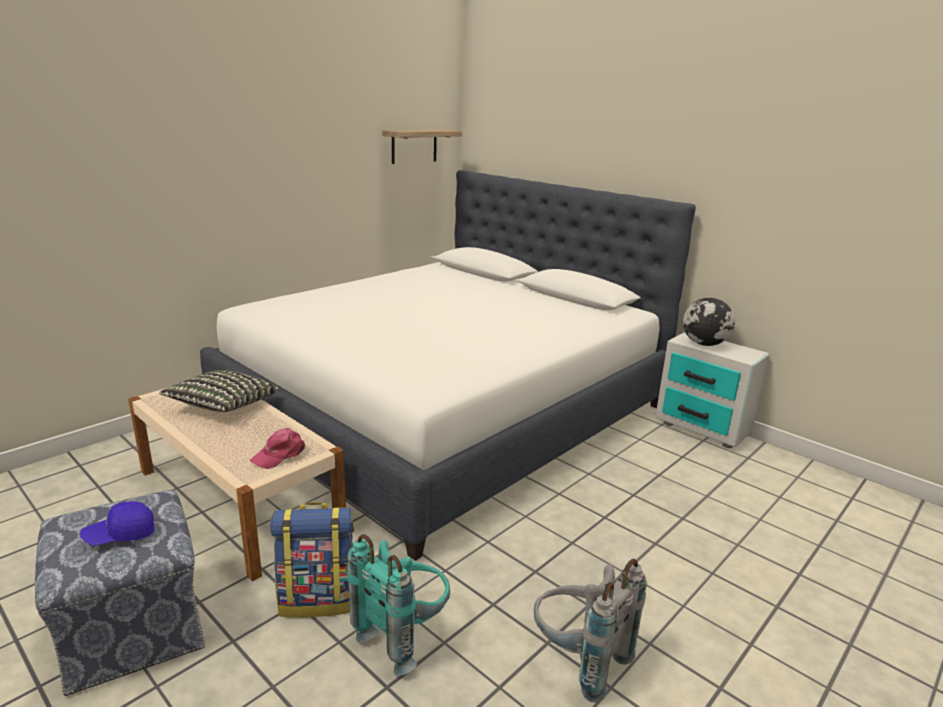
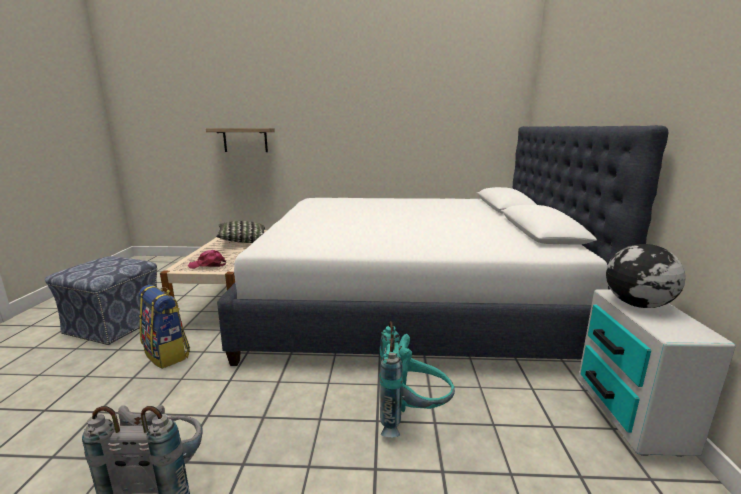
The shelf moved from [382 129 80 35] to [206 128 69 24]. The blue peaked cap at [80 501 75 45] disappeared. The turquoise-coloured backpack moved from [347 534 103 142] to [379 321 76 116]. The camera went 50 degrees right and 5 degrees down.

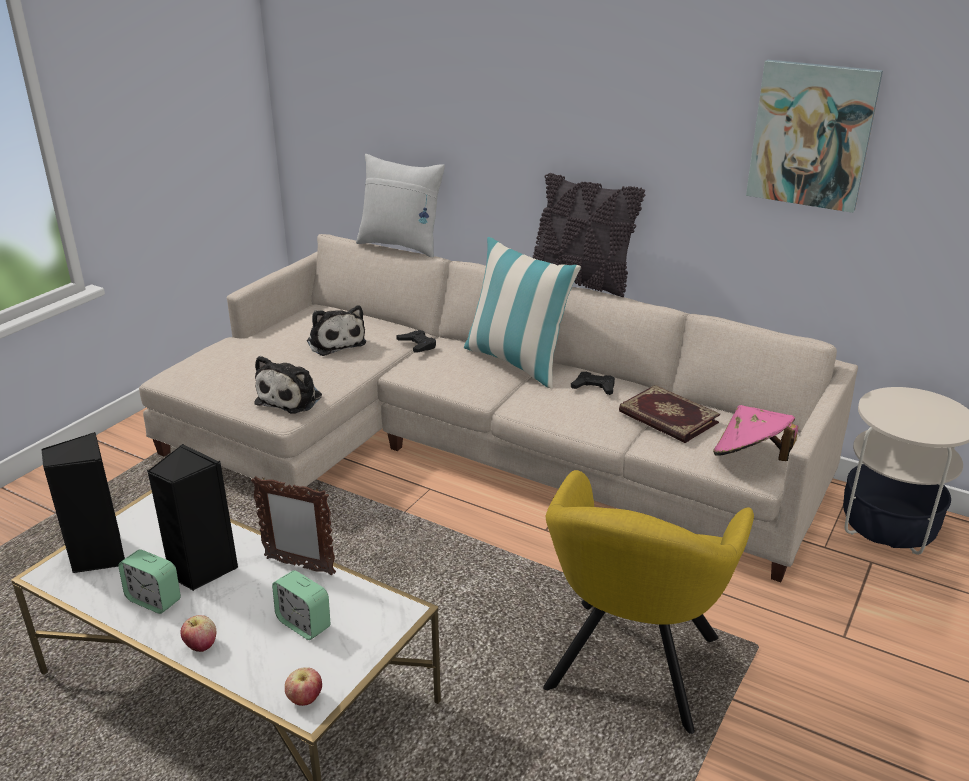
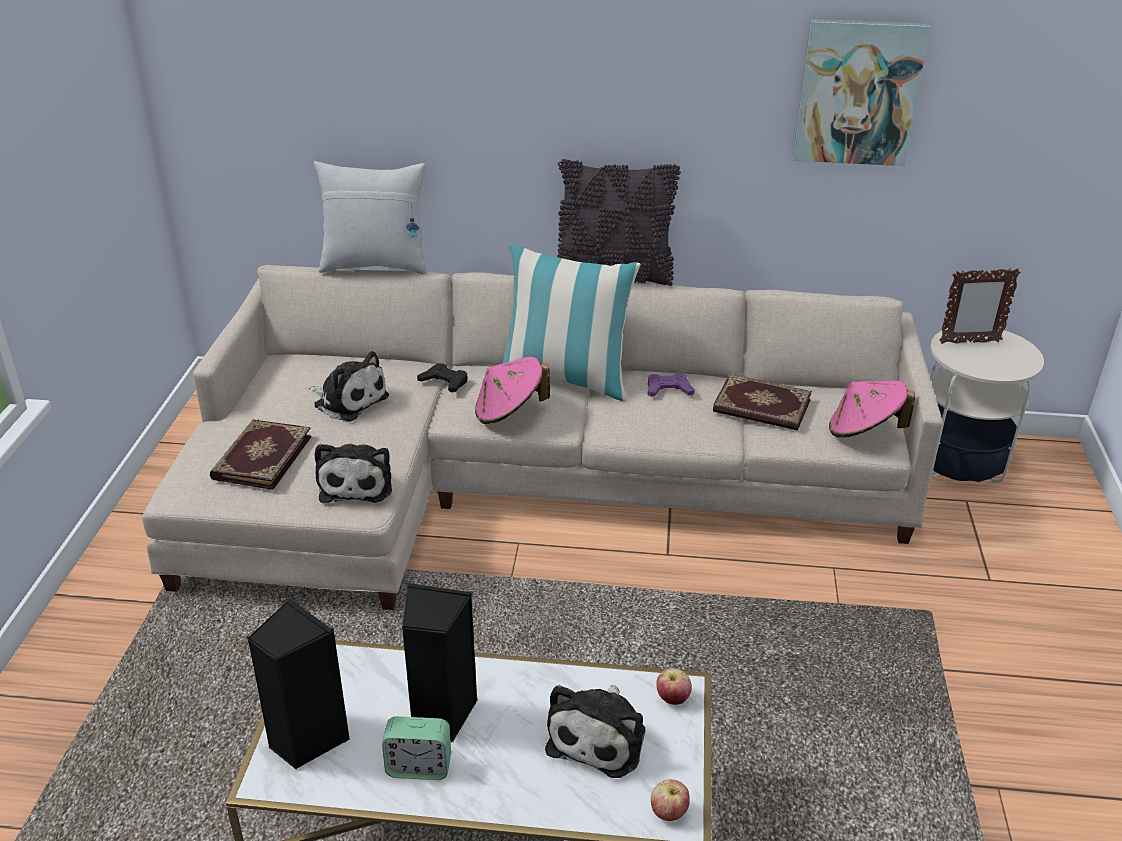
The black-coloured joypad at [571 372 44 23] became the purple joypad at [648 373 47 24]. The yellow lounge chair at [543 470 211 264] disappeared. The standing frame moved from [251 476 85 99] to [940 268 80 76]. The alarm clock at [272 570 58 70] was replaced by the soft toy at [545 685 100 93]. The apple fruit moved from [180 615 36 37] to [656 668 36 37]. The pink-coloured hat at [475 357 75 67] appeared. The bound book at [210 419 102 71] appeared. The camera went 25 degrees left and 5 degrees up.

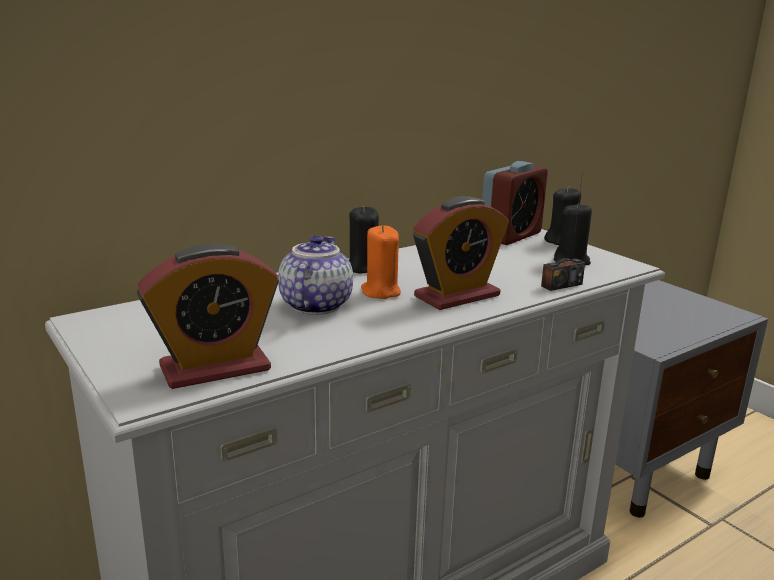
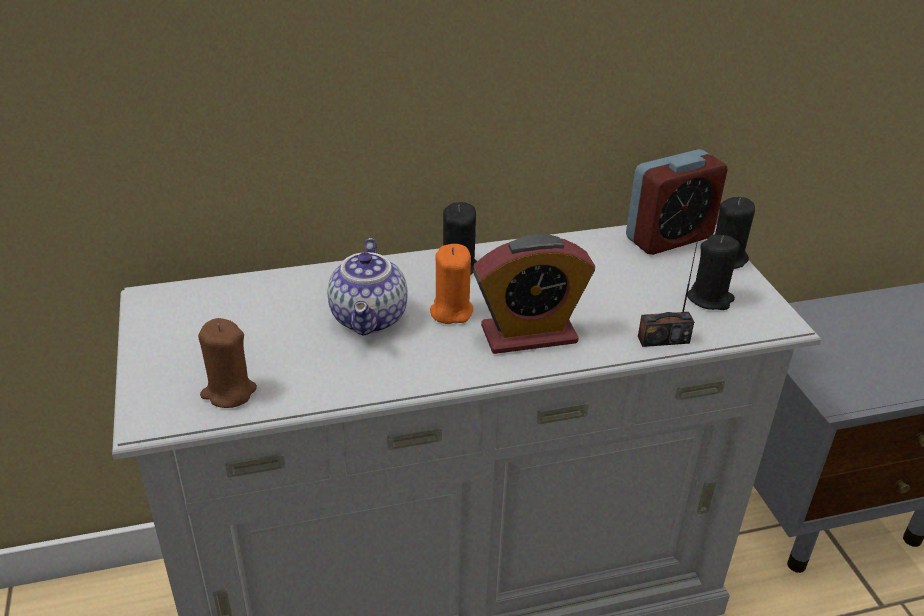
The tea pot at [278 235 75 80] turned 150 degrees clockwise. The alarm clock at [137 243 142 146] was replaced by the brown wax candle at [198 318 59 90]. The camera went 20 degrees right and 15 degrees up.

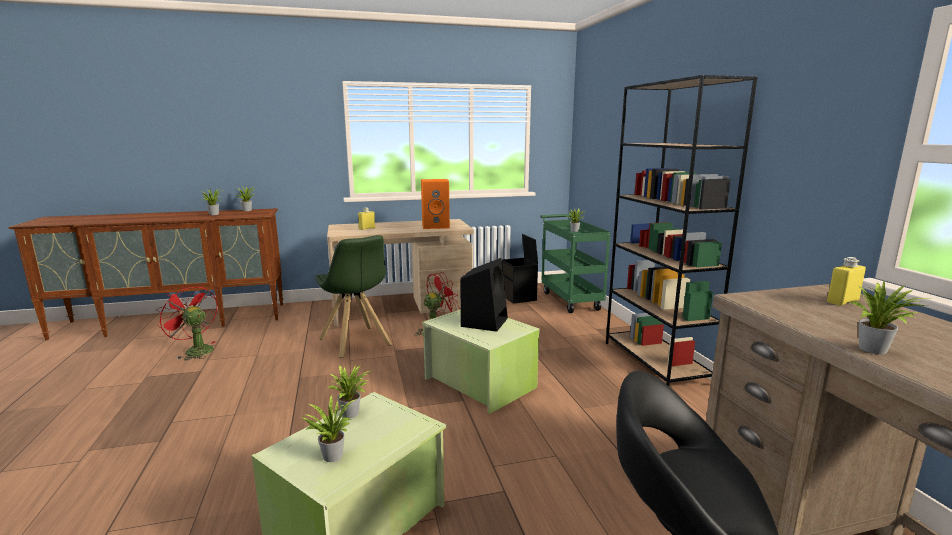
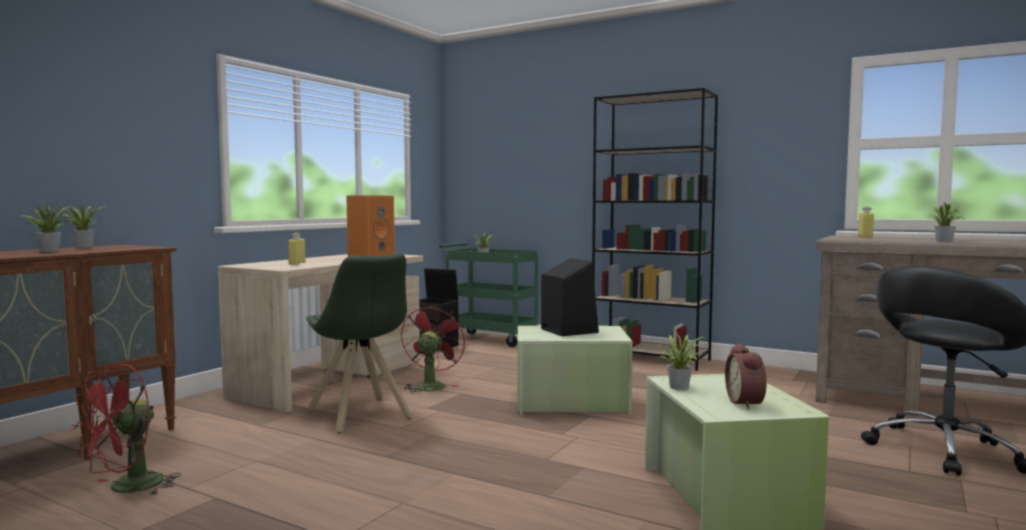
The green-coloured upright chair at [315 235 77 123] turned 45 degrees clockwise. The red cooling fan at [156 285 62 75] turned 45 degrees counterclockwise. The plant in a pot at [302 395 54 67] was replaced by the alarm clock at [725 343 42 66]. The camera went 45 degrees left and 10 degrees down.

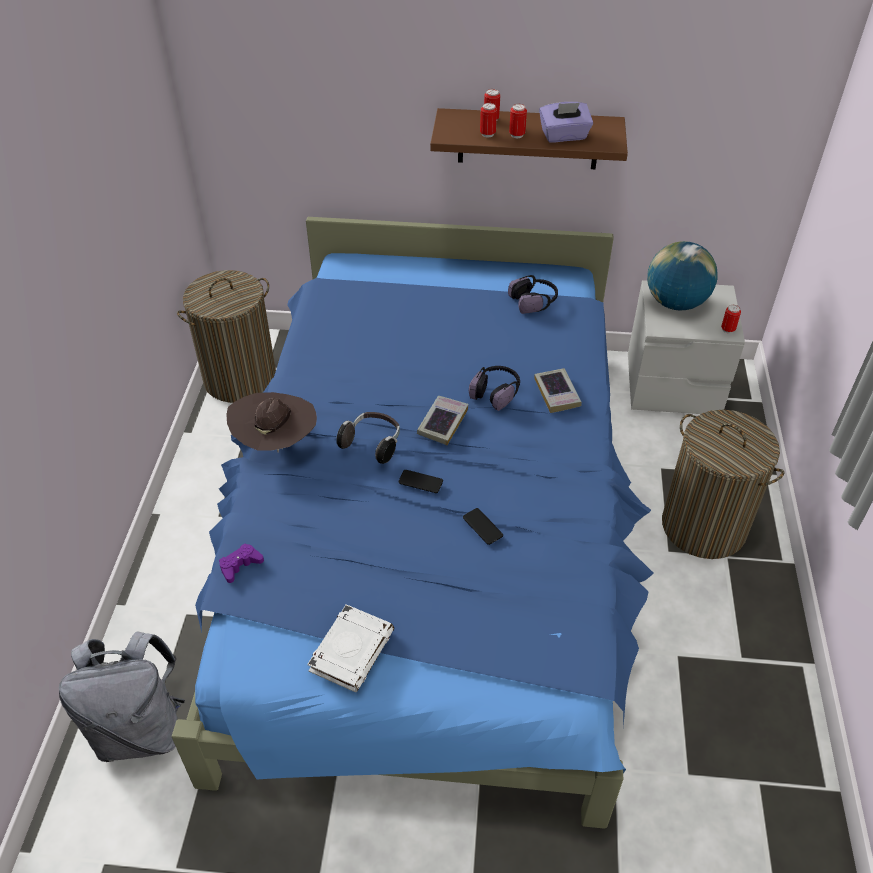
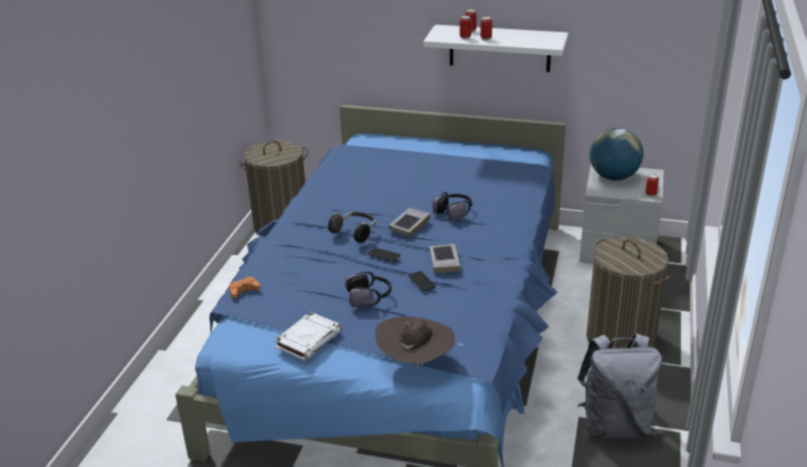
The purple tissue holder at [539 102 54 40] disappeared. The brown shelf at [430 108 198 61] became the white shelf at [423 25 145 47]. The headphones moved from [508 275 50 39] to [345 272 47 35]. The bound book moved from [534 368 48 45] to [429 244 32 30]. The brown hat moved from [226 392 91 61] to [375 316 80 54]. The purple joypad at [219 544 45 39] became the orangey joypad at [229 276 32 22]. The grey backpack moved from [59 631 126 131] to [577 333 85 105]. The camera went 10 degrees right and 15 degrees down.

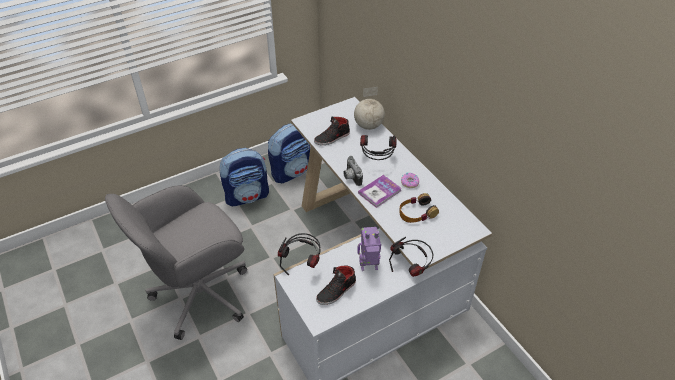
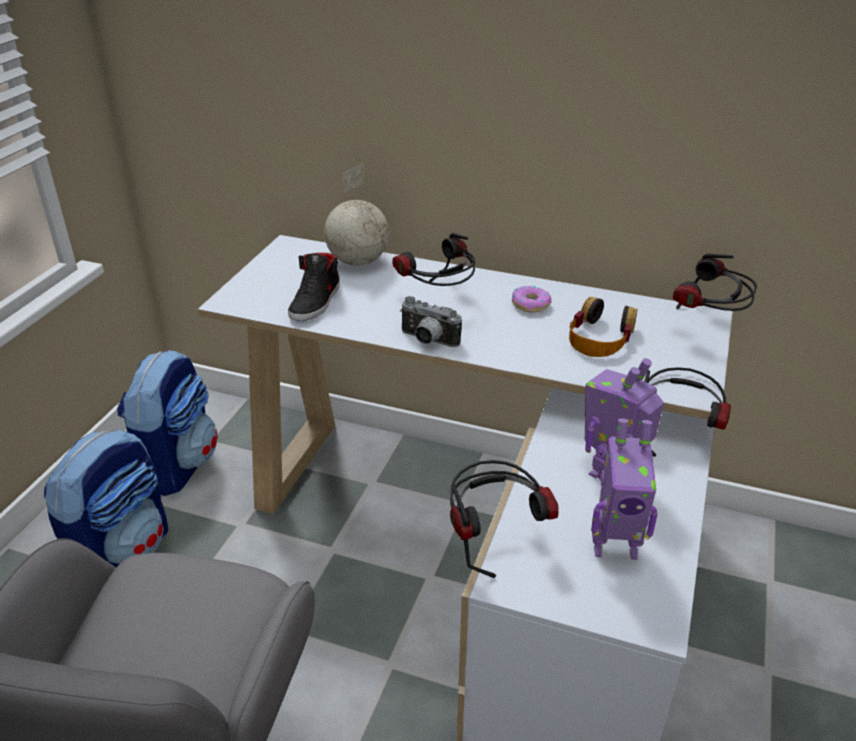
The bound book at [358 175 44 33] disappeared. The black-coloured shoe at [316 265 40 40] was replaced by the robot figure at [591 419 67 141]. The headphones at [673 253 84 58] appeared. The camera went 40 degrees left and 10 degrees down.

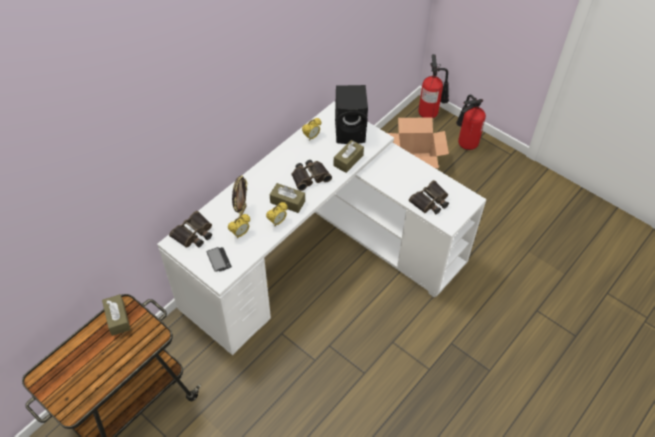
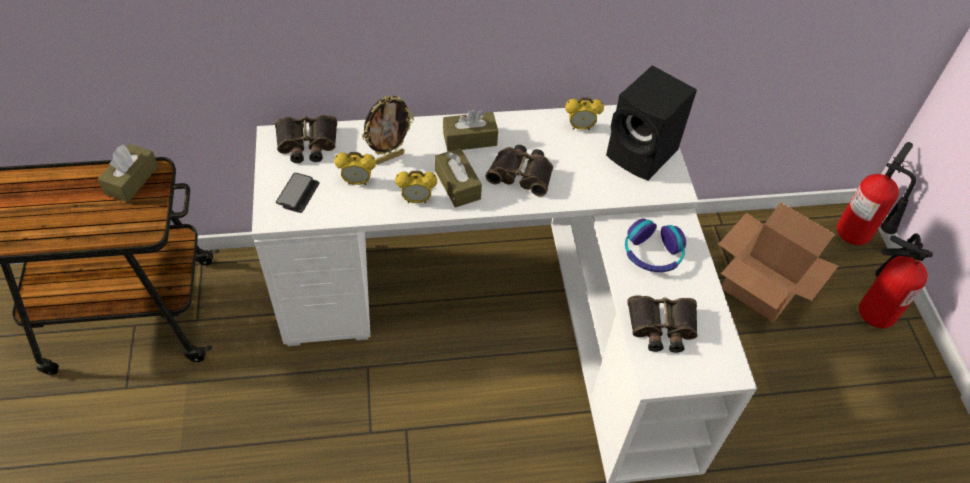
The brown tissue holder moved from [333 140 31 33] to [443 109 55 42]. The headphones at [625 218 61 54] appeared. The camera went 40 degrees right and 0 degrees up.

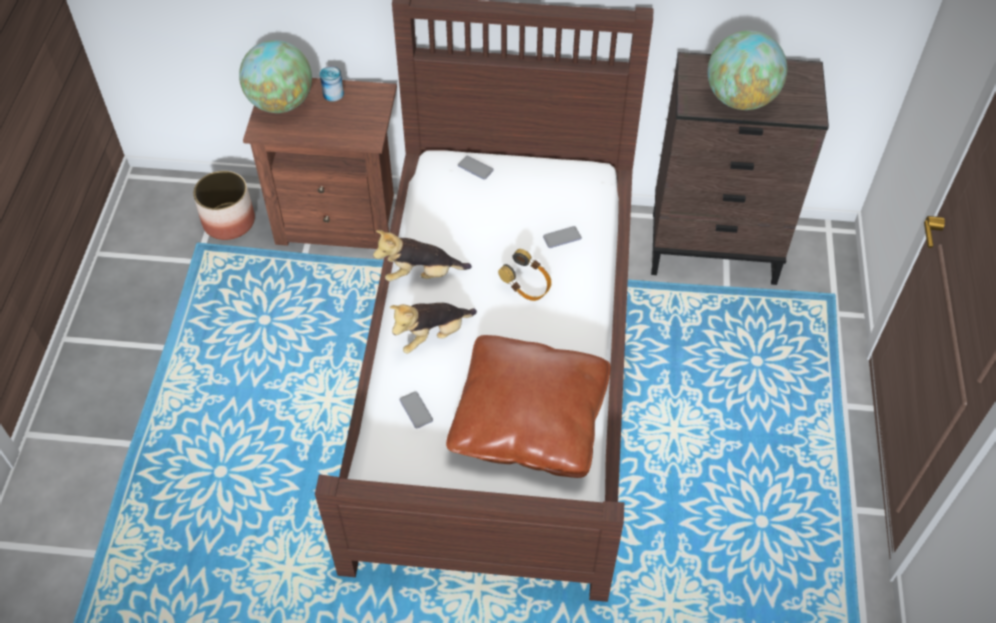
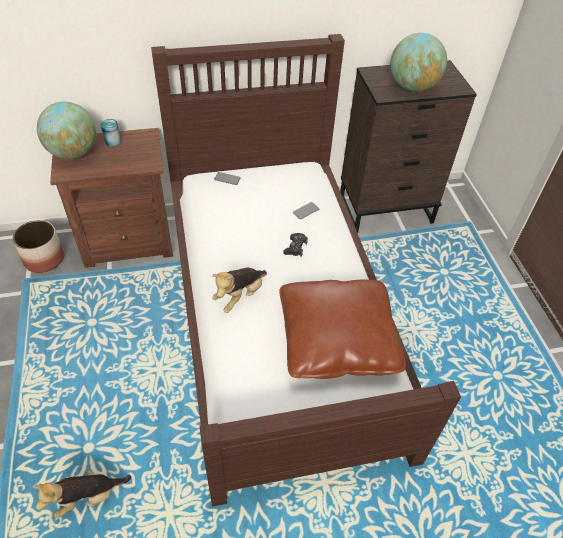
The soft toy moved from [373 230 99 51] to [34 470 97 48]. The headphones at [498 249 54 52] was replaced by the black-coloured joypad at [283 233 25 24]. The phone at [400 391 33 38] disappeared. The camera went 20 degrees left and 5 degrees down.

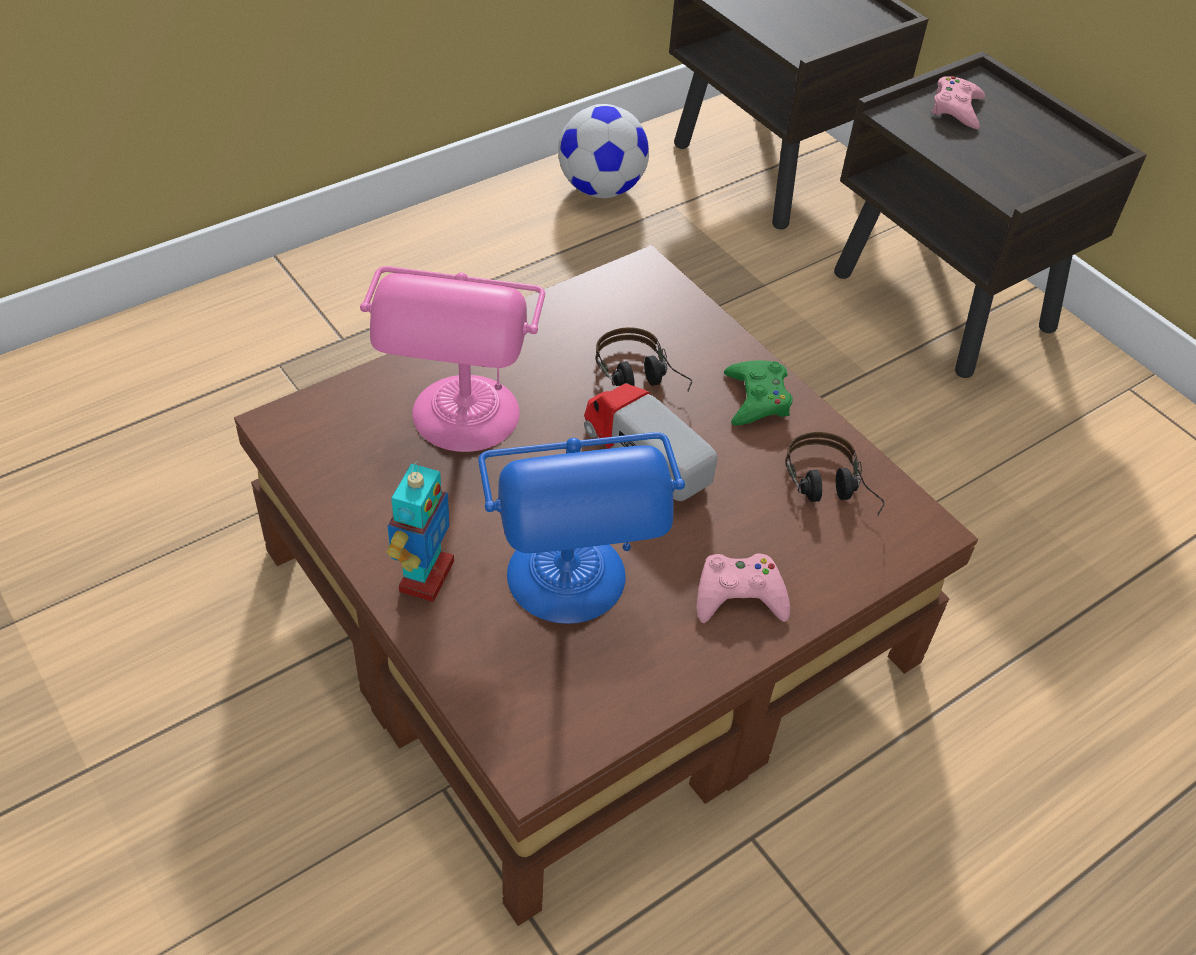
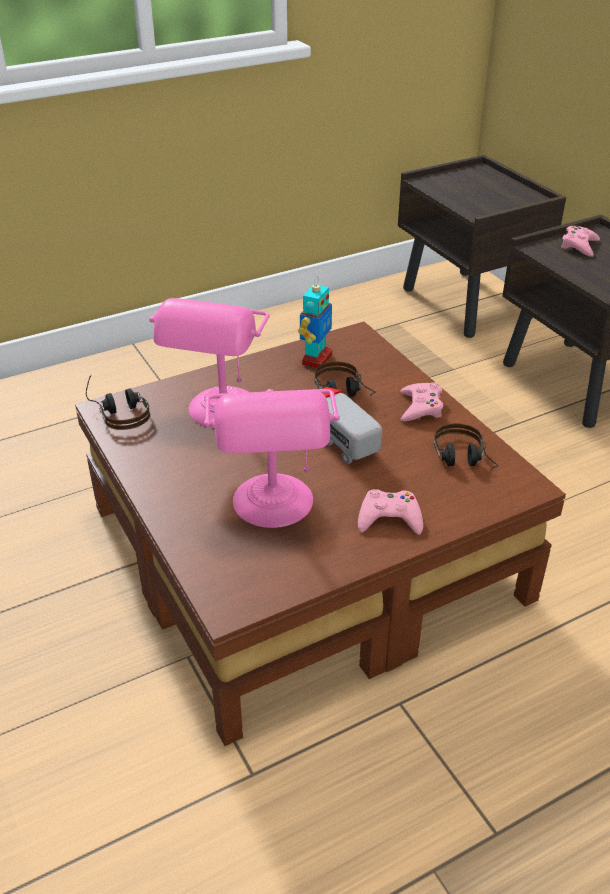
The football ball at [558 104 91 94] disappeared. The green-coloured joypad at [724 360 69 66] became the pink-coloured joypad at [400 382 43 39]. The blue table lamp at [478 432 207 192] became the pink-coloured table lamp at [204 389 136 139]. The robot figure moved from [387 462 67 140] to [298 278 35 90]. The headphones at [86 375 64 55] appeared. The camera went 10 degrees right and 10 degrees down.

